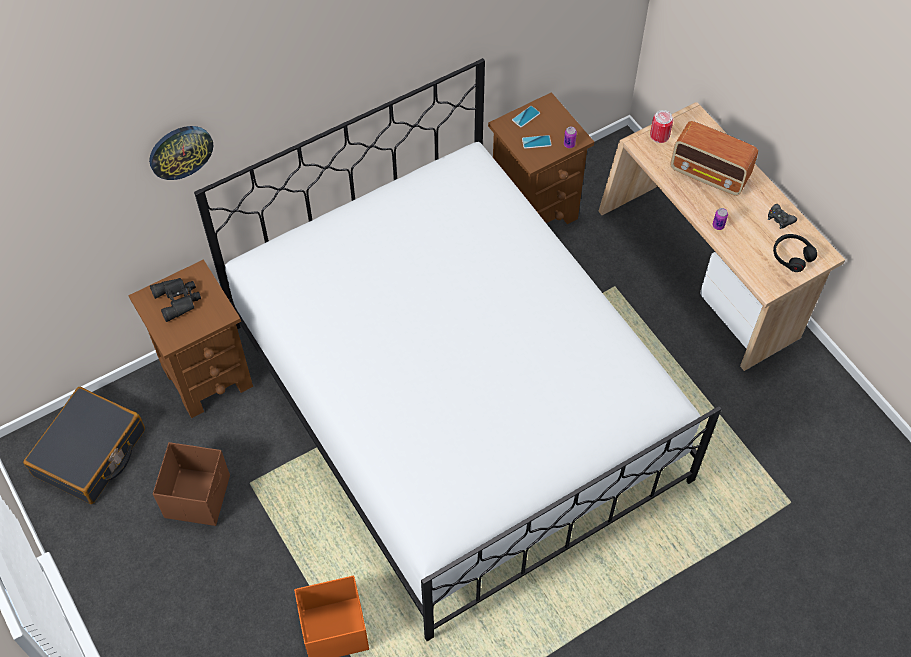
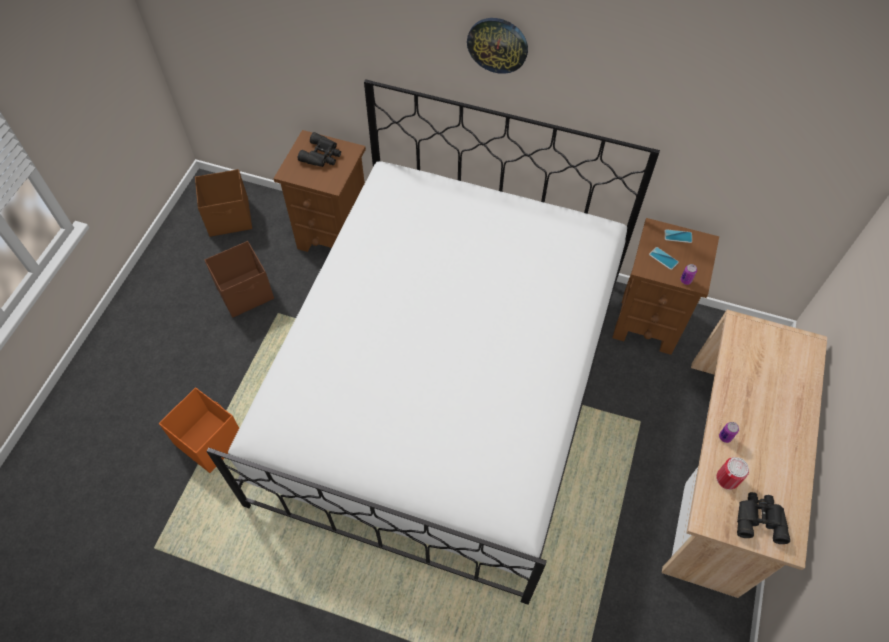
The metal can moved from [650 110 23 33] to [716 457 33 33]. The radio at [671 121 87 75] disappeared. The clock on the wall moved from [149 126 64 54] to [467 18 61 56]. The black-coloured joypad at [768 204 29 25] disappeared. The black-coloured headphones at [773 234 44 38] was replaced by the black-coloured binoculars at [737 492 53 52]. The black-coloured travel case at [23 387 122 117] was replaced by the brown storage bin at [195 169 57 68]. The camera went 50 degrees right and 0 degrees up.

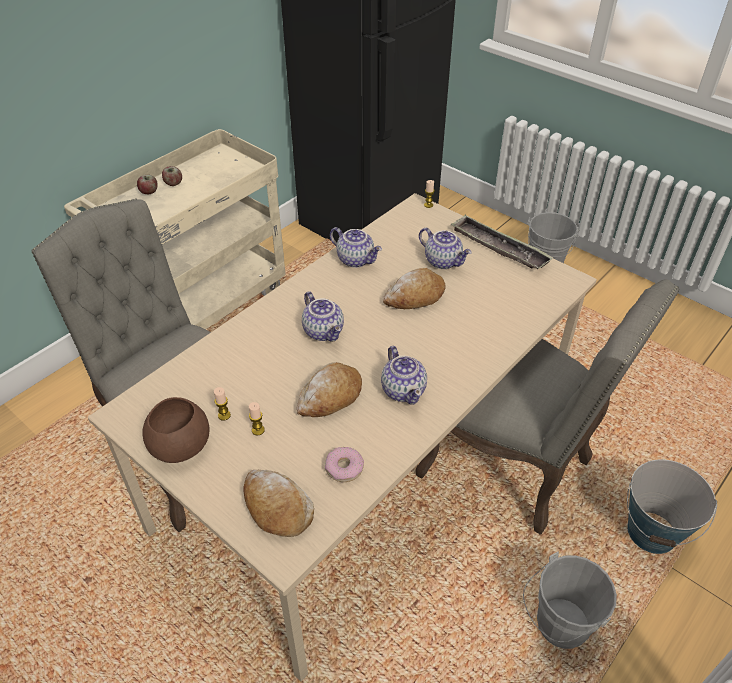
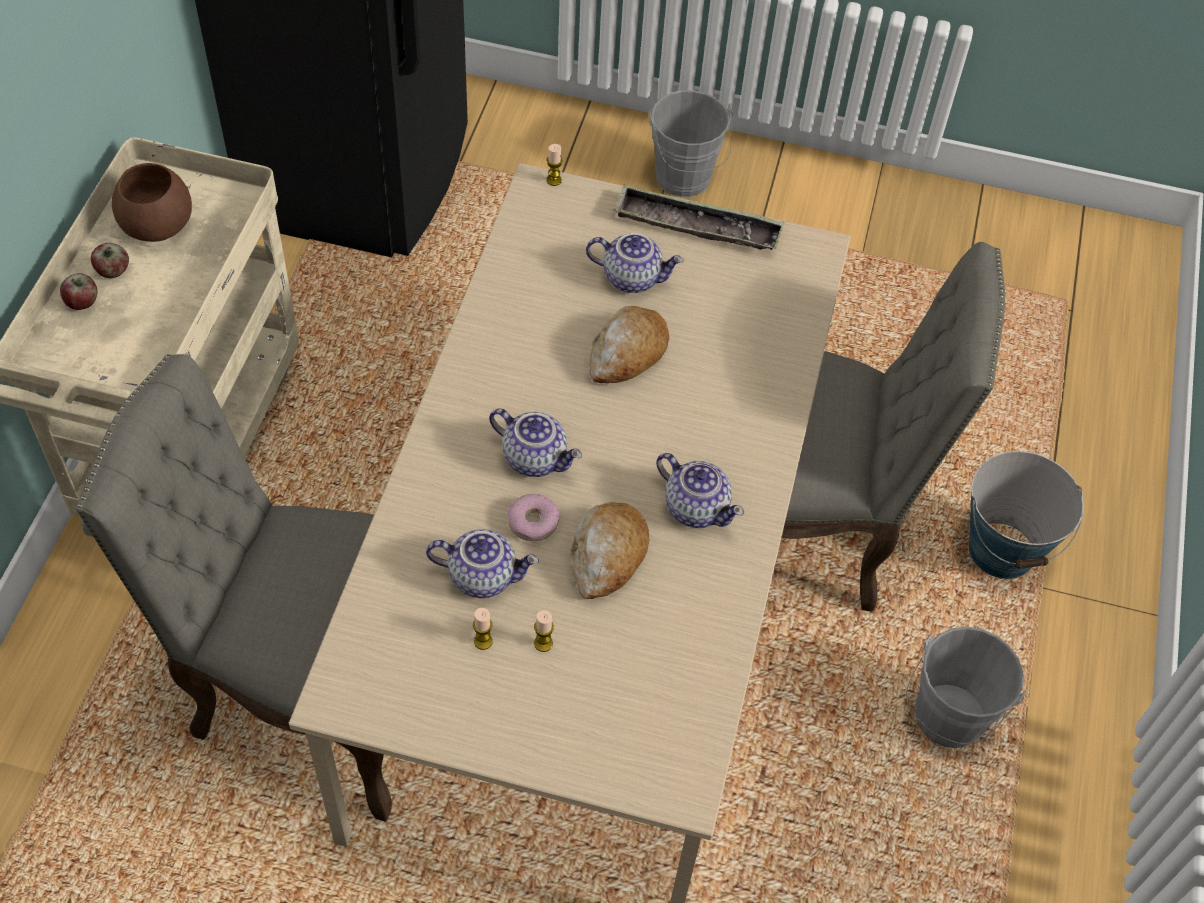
The tea pot moved from [330 227 52 41] to [426 529 113 69]. The brown deep dish moved from [142 397 67 66] to [112 163 80 79]. The doughnut moved from [325 447 39 35] to [508 494 52 47]. The baked bread at [243 470 71 67] disappeared. The camera went 30 degrees left and 10 degrees up.

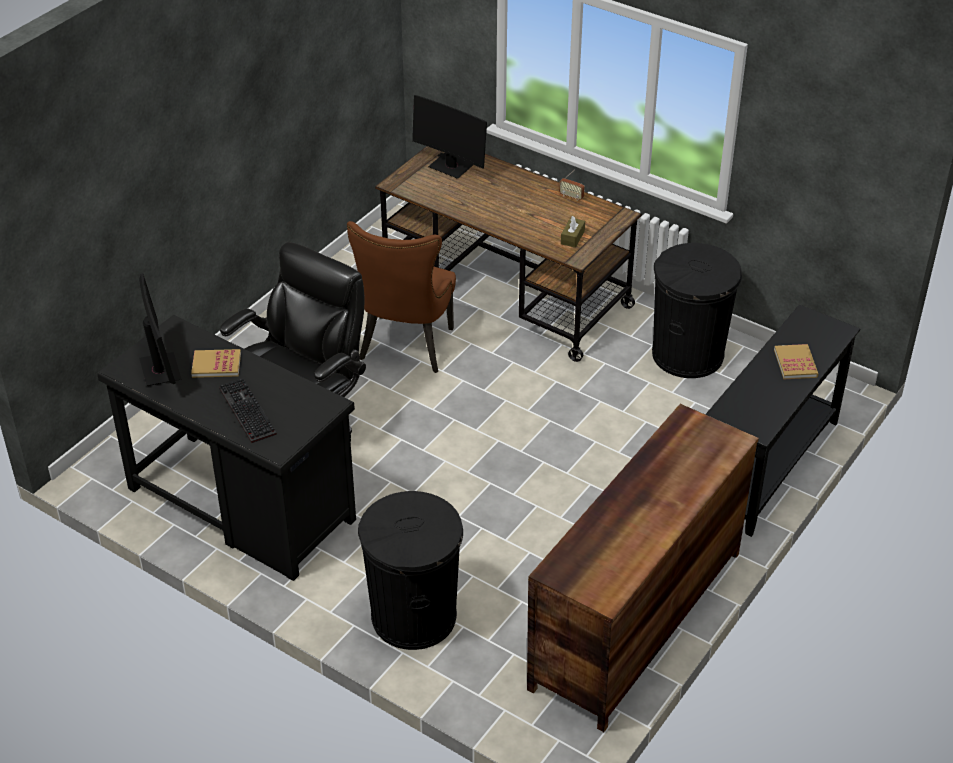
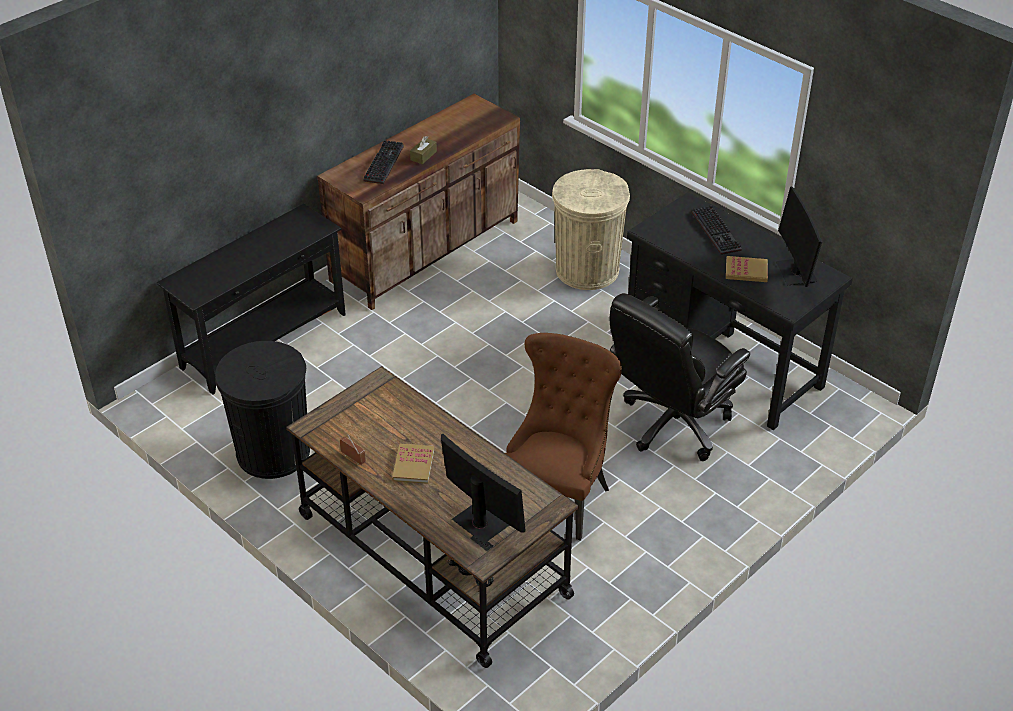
The brown tissue holder moved from [561 216 24 32] to [410 136 27 28]. The bound book moved from [774 344 44 35] to [392 444 42 40]. The black-coloured waste bin at [358 491 105 159] became the sand-coloured waste bin at [552 169 78 121]. The computer keyboard at [363 140 41 44] appeared. The camera went 170 degrees left and 0 degrees up.

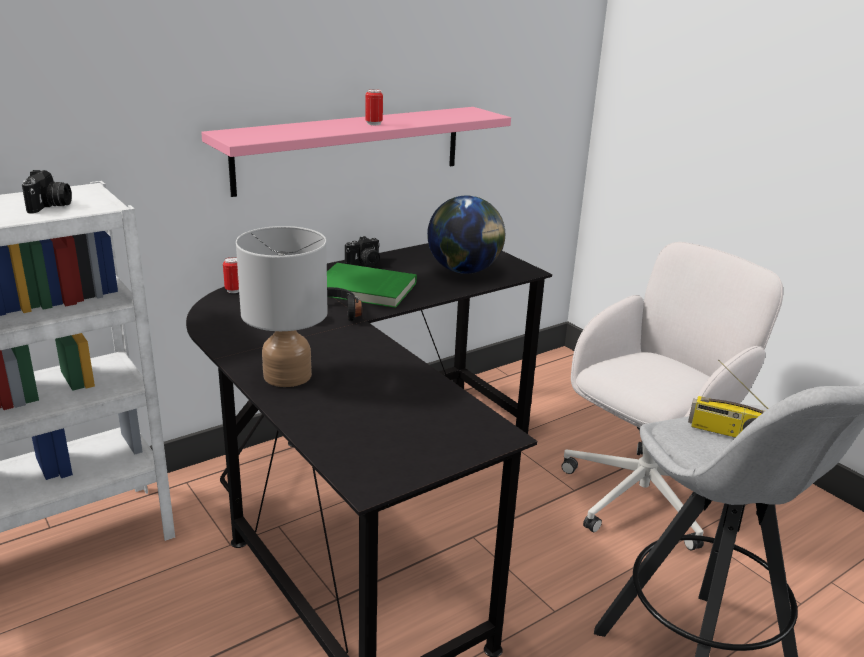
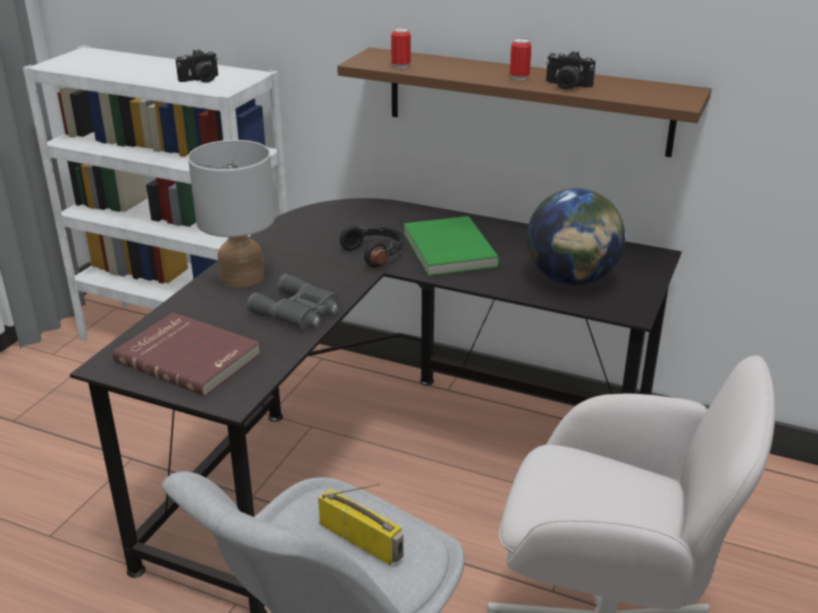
The pink-coloured shelf at [201 107 310 90] became the brown shelf at [337 47 375 110]. The photo camera moved from [345 236 35 30] to [546 51 50 39]. The metal can moved from [223 257 16 36] to [391 28 20 40]. The radio at [688 360 81 77] turned 135 degrees clockwise. The grey binoculars at [246 274 93 55] appeared. The red bound book at [113 312 148 84] appeared. The camera went 60 degrees right and 5 degrees up.

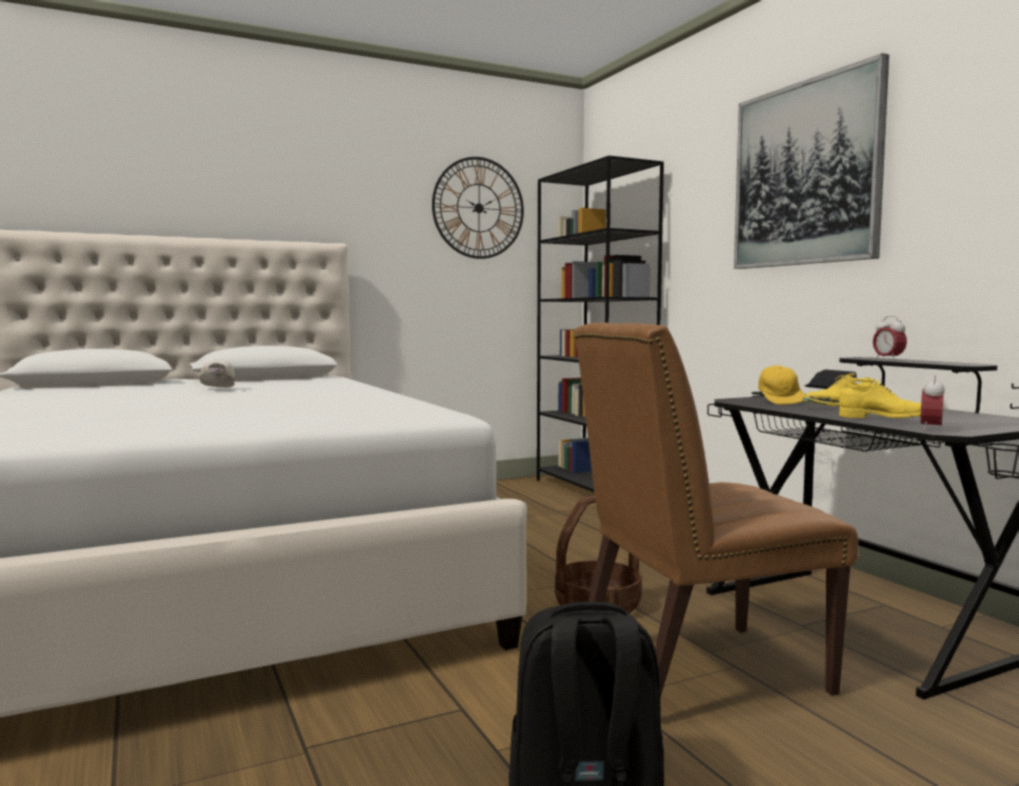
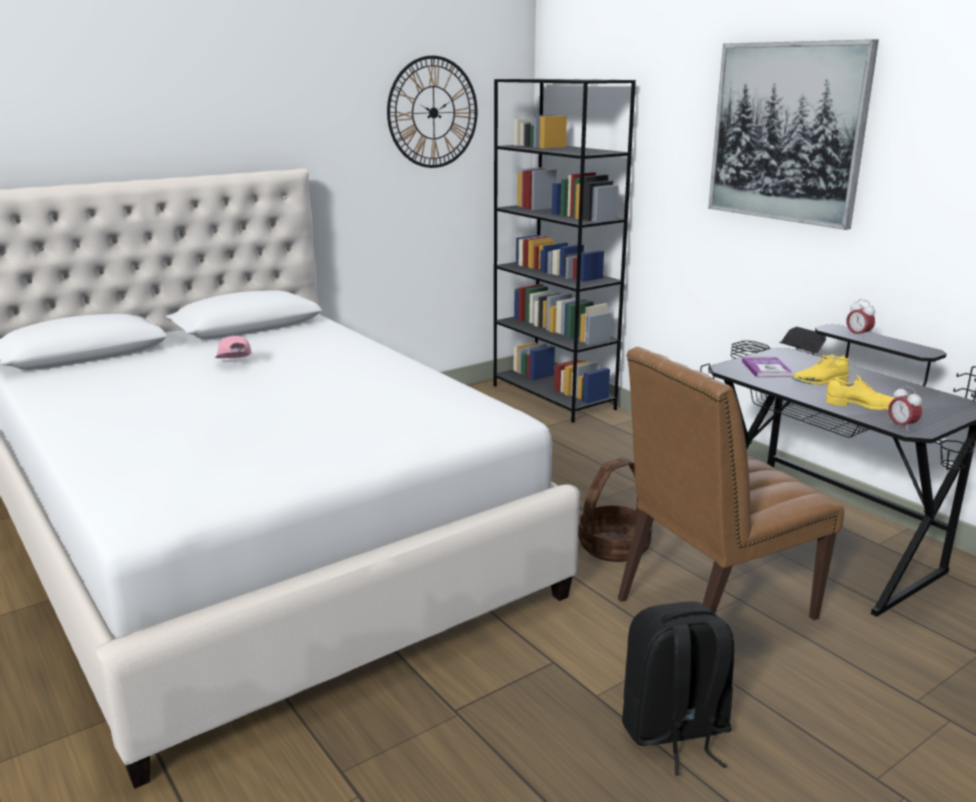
The white peaked cap at [199 359 36 29] became the pink-coloured peaked cap at [215 336 37 22]. The yellow peaked cap at [758 365 47 40] was replaced by the bound book at [742 357 50 20]. The alarm clock at [920 374 25 57] turned 45 degrees counterclockwise. The camera went 10 degrees left and 15 degrees up.

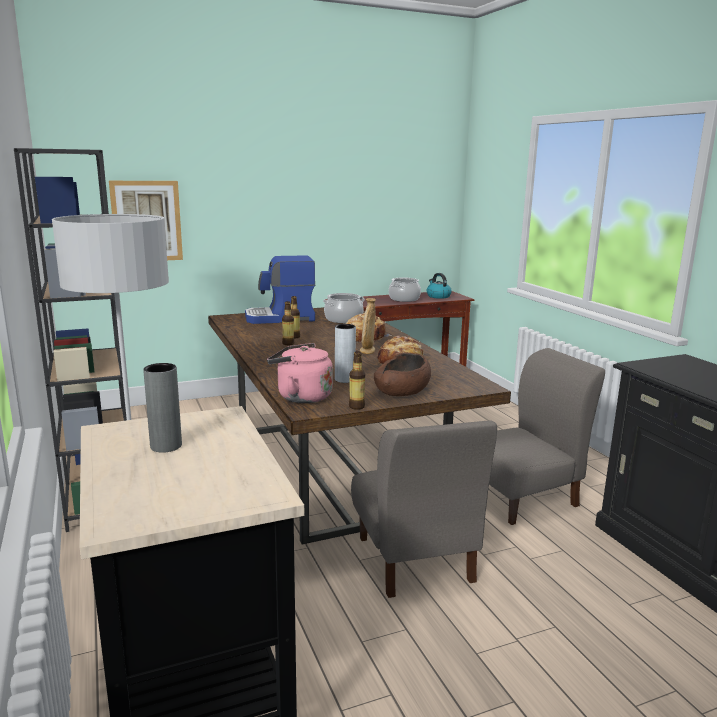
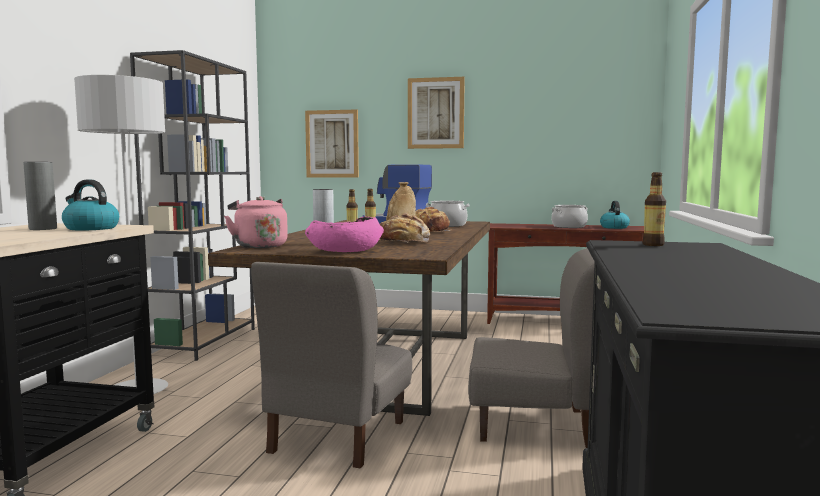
The bottle moved from [349 351 16 59] to [643 172 23 74]. The brown deep dish at [374 353 57 43] became the pink-coloured deep dish at [305 217 79 35]. The picture at [408 77 57 72] appeared. The kettle at [62 180 57 51] appeared. The camera went 35 degrees right and 10 degrees down.

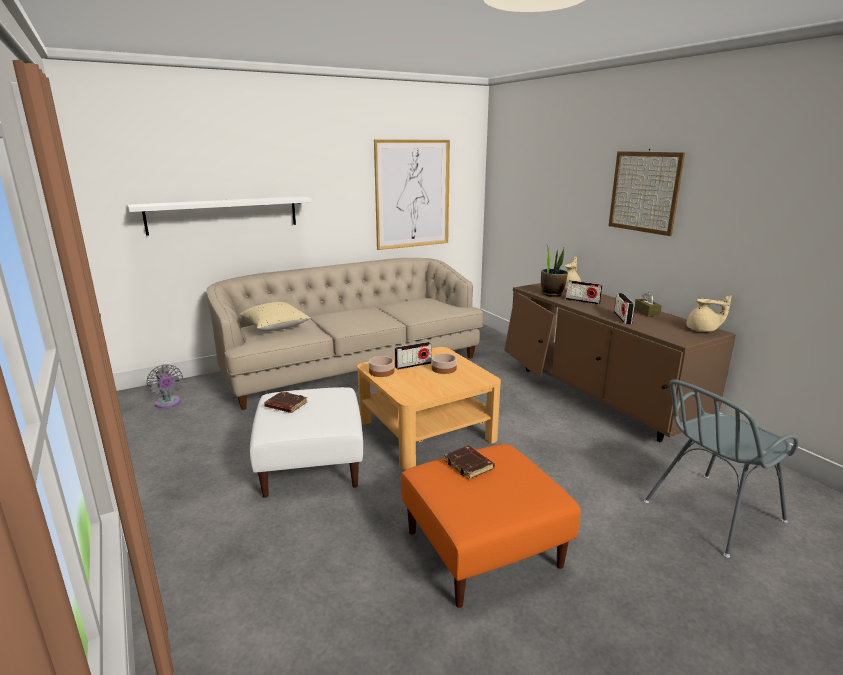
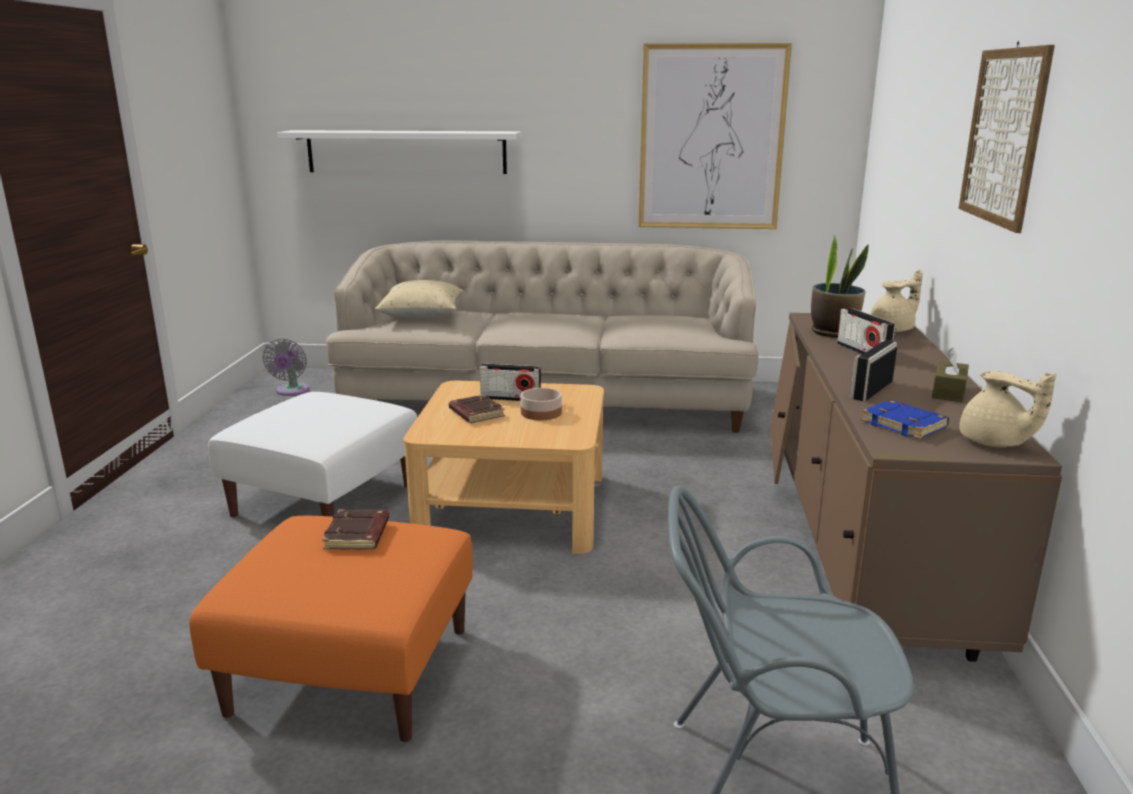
The deep dish at [369 356 25 21] disappeared. The brown bound book moved from [264 391 44 22] to [449 395 56 28]. The blue bound book at [861 400 88 39] appeared. The camera went 35 degrees right and 0 degrees up.

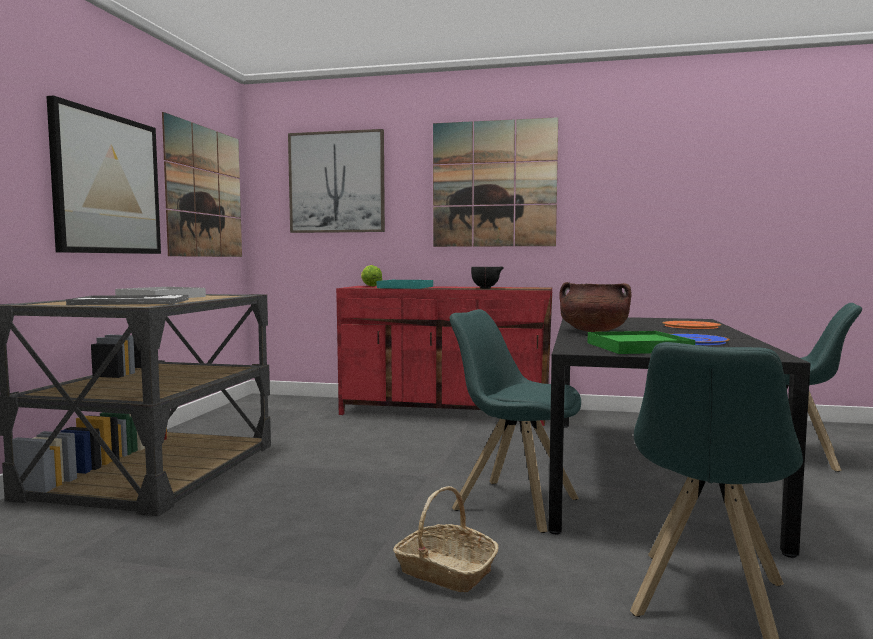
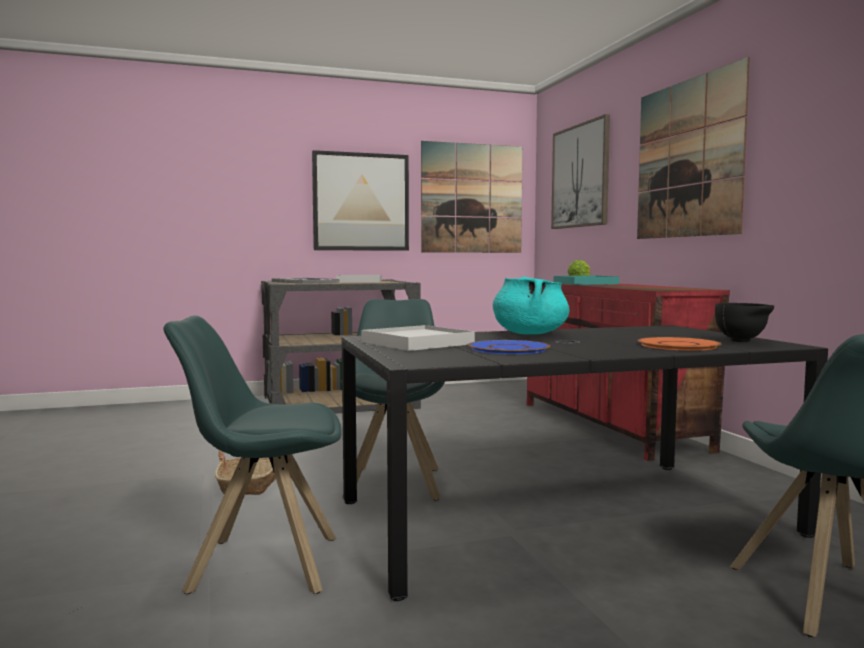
The black-coloured deep dish moved from [471 267 33 22] to [715 303 59 39]. The brown saucepot at [560 282 71 50] became the turquoise-coloured saucepot at [493 277 77 58]. The green-coloured serving tray at [588 331 107 23] became the white serving tray at [361 325 114 26]. The camera went 60 degrees right and 0 degrees up.

